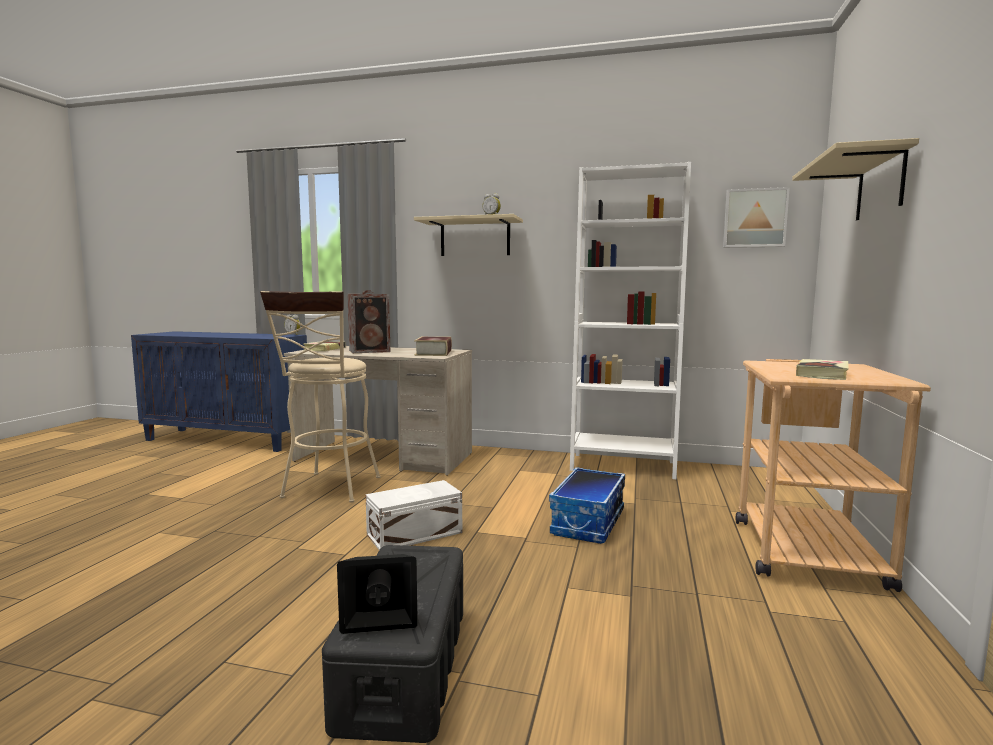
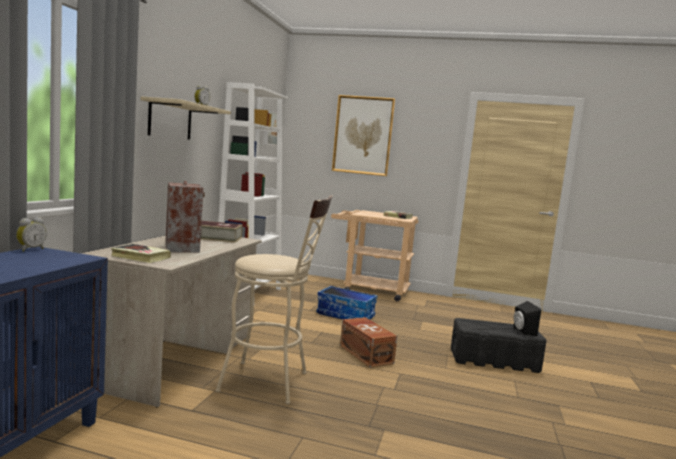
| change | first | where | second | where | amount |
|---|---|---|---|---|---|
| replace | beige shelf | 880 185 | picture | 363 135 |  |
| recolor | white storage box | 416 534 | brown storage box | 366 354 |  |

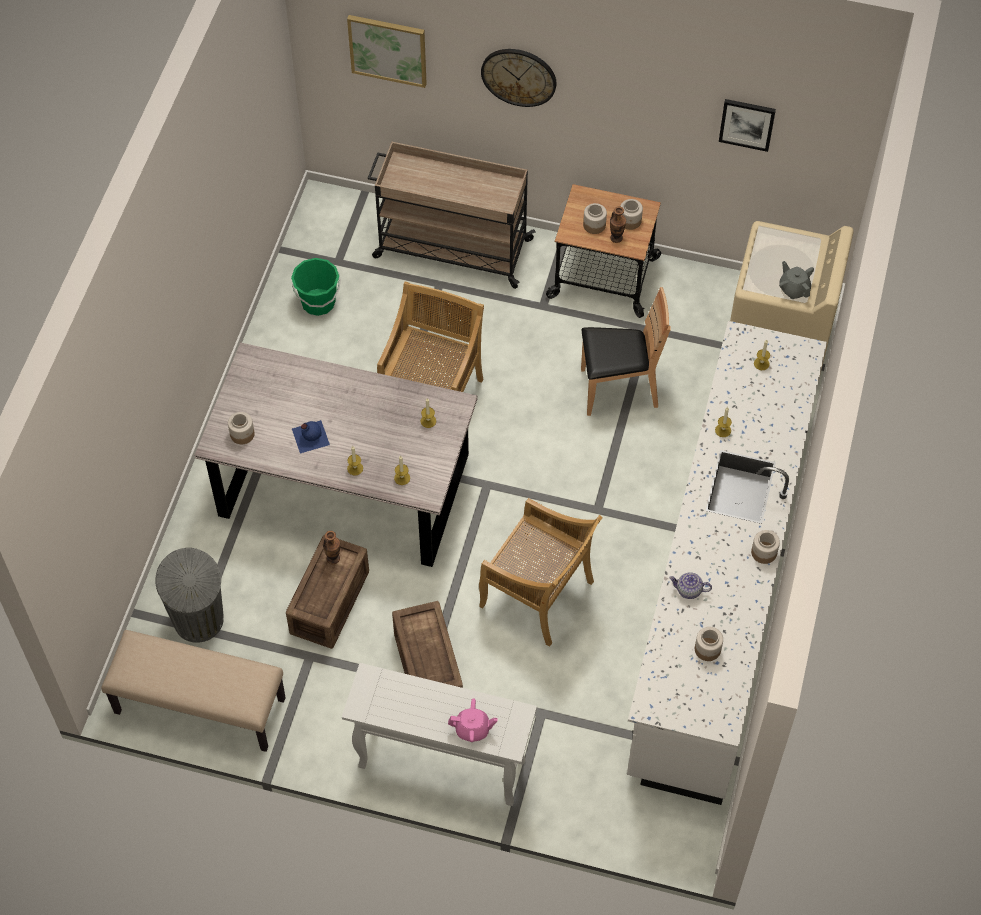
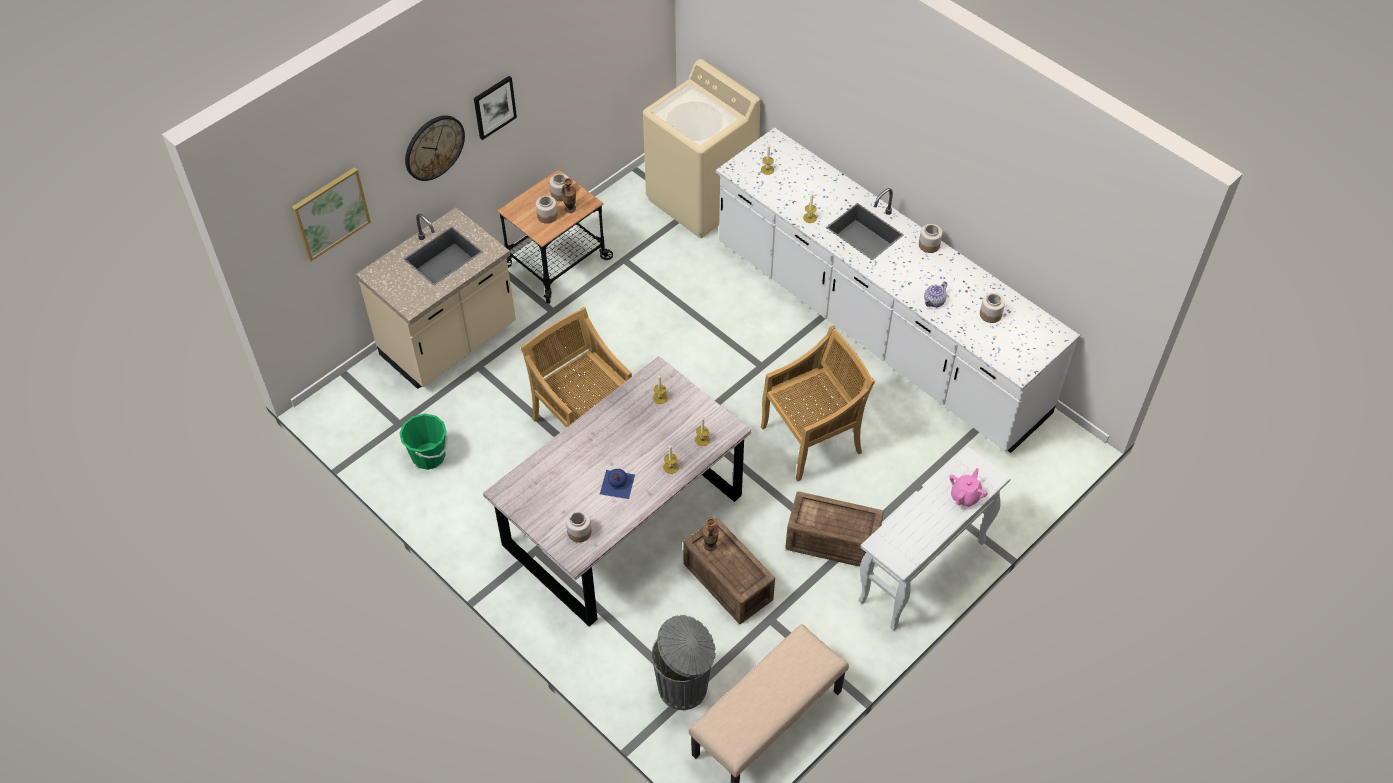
| change | first | where | second | where | amount |
|---|---|---|---|---|---|
| delete | brown chair | 618 389 |  |  |  |
| delete | grey teapot | 794 289 |  |  |  |
| move | picture | 747 124 |  | 494 107 |  |
| replace | beige cart | 451 248 | beige counter | 449 343 |  |

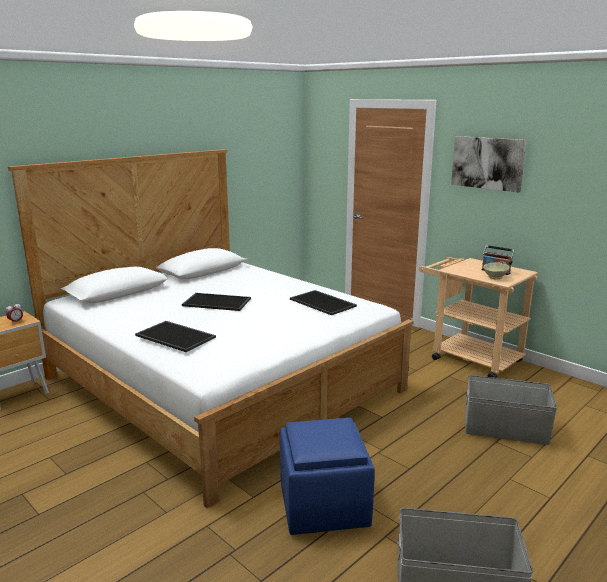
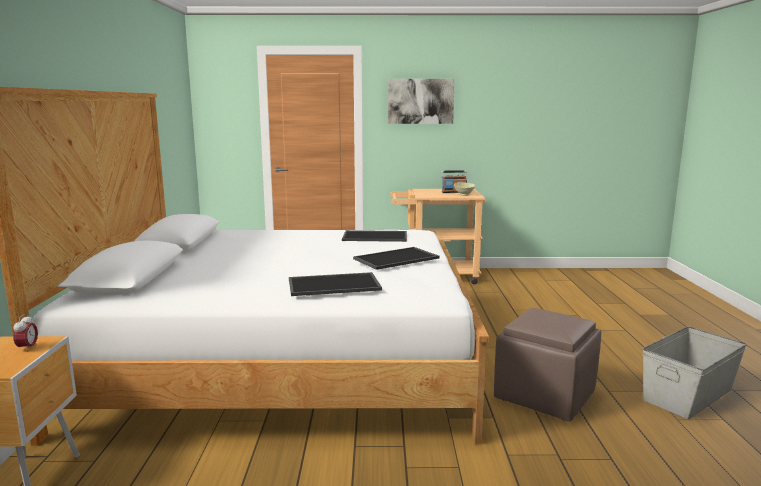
| change | first | where | second | where | amount |
|---|---|---|---|---|---|
| delete | grey storage box | 504 428 |  |  |  |
| move | tray | 215 302 |  | 396 259 |  |
| recolor | blue ottoman | 322 505 | brown ottoman | 543 396 |  |

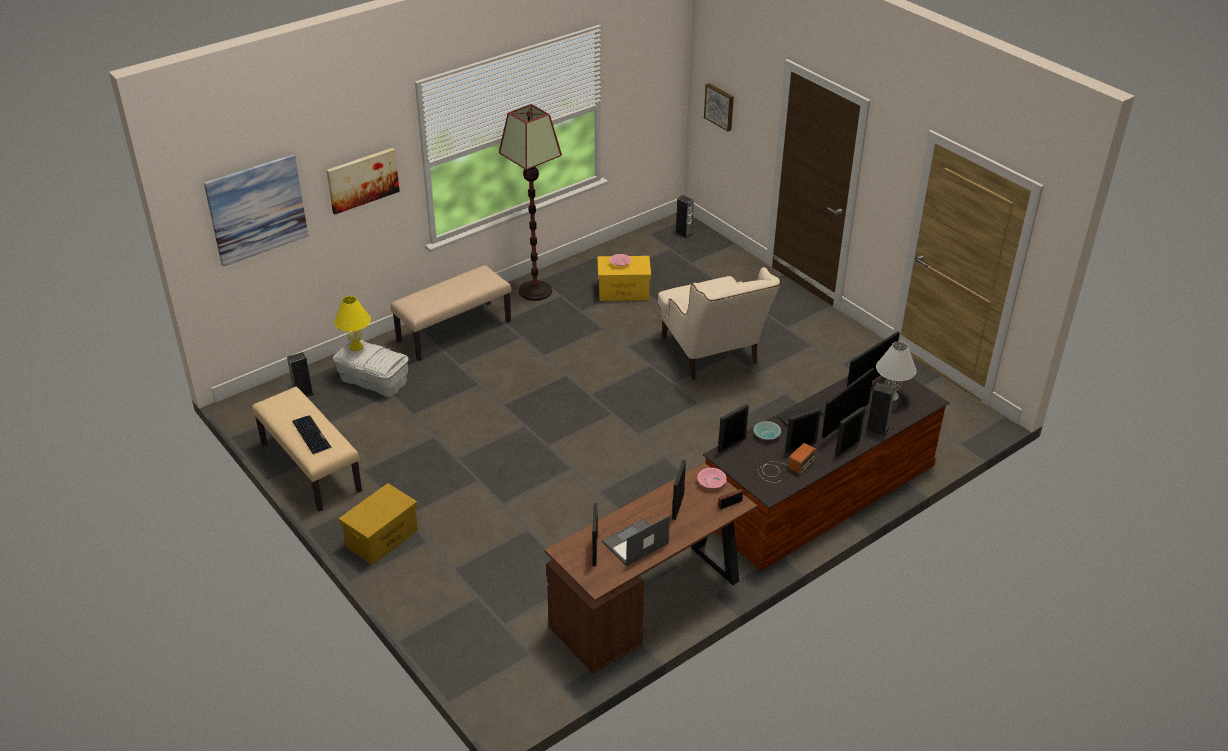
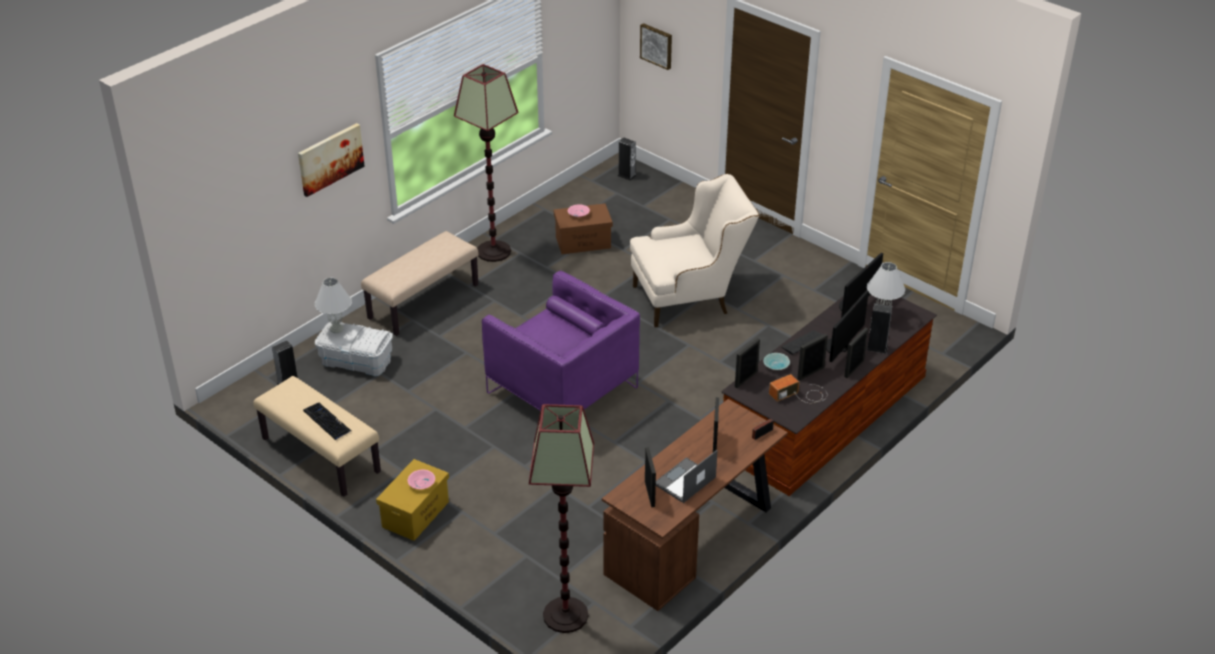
| change | first | where | second | where | amount |
|---|---|---|---|---|---|
| delete | picture | 257 209 |  |  |  |
| insert |  |  | purple armchair | 562 391 |  |
| insert |  |  | floor lamp | 565 615 |  |
| move | pink bowl | 712 482 |  | 422 483 |  |
| recolor | yellow table lamp | 356 347 | white table lamp | 336 329 |  |
| recolor | yellow storage box | 624 291 | brown storage box | 583 242 |  |
| rotate | beige armchair | 713 357 |  | 690 297 | 75 degrees counterclockwise |
| rotate | radio | 784 468 |  | 800 395 | 150 degrees counterclockwise |

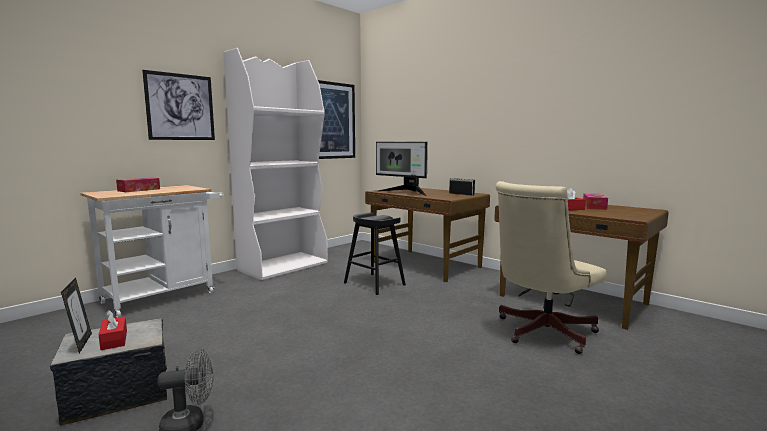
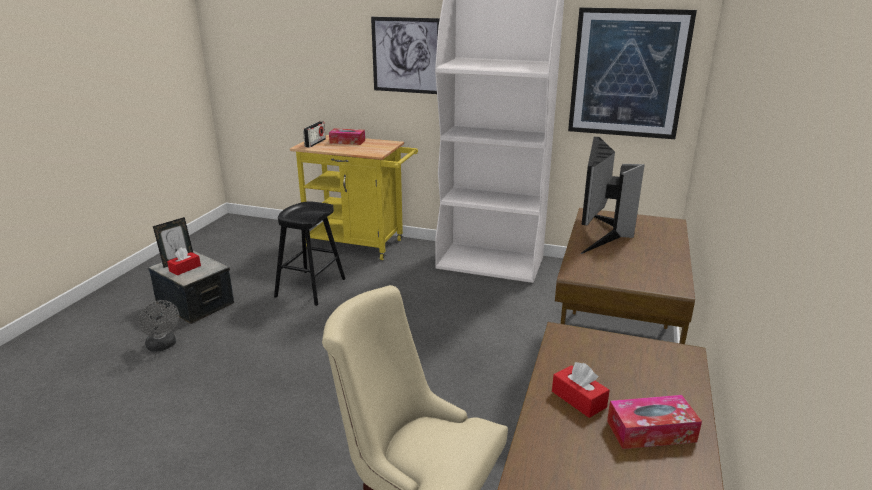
| change | first | where | second | where | amount |
|---|---|---|---|---|---|
| move | black stool | 374 284 |  | 310 288 |  |
| move | radio | 461 194 |  | 315 143 |  |
| recolor | white cart | 165 295 | yellow cart | 360 245 |  |

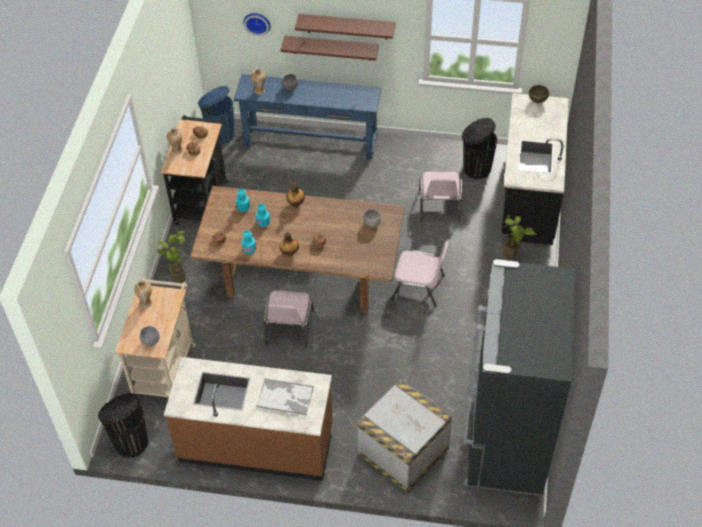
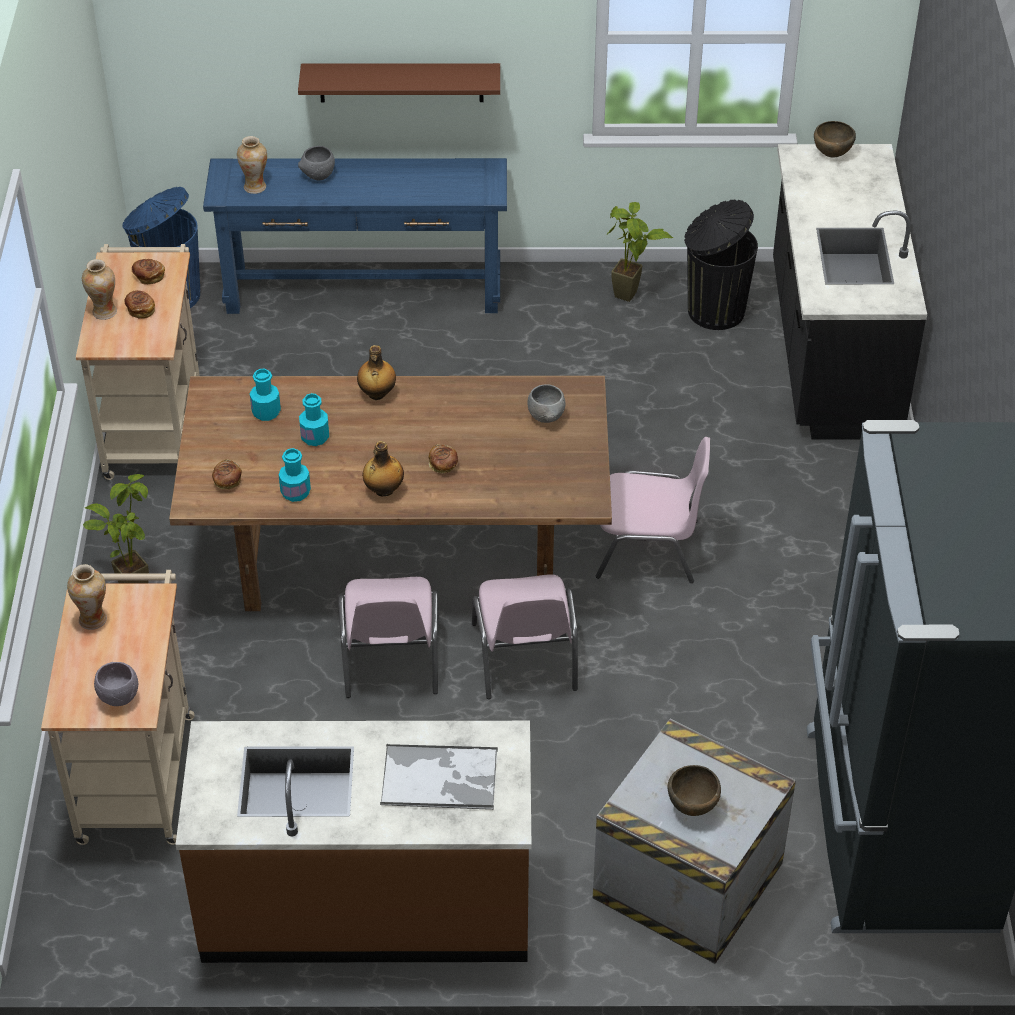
| change | first | where | second | where | amount |
|---|---|---|---|---|---|
| delete | black trash can | 130 441 |  |  |  |
| delete | wall clock | 257 22 |  |  |  |
| delete | brown shelf | 347 26 |  |  |  |
| insert |  |  | brown bowl | 693 807 |  |
| move | pink chair | 439 206 |  | 525 658 |  |
| move | potted plant | 513 259 |  | 632 299 |  |
| recolor | black cart | 202 199 | beige cart | 155 423 |  |

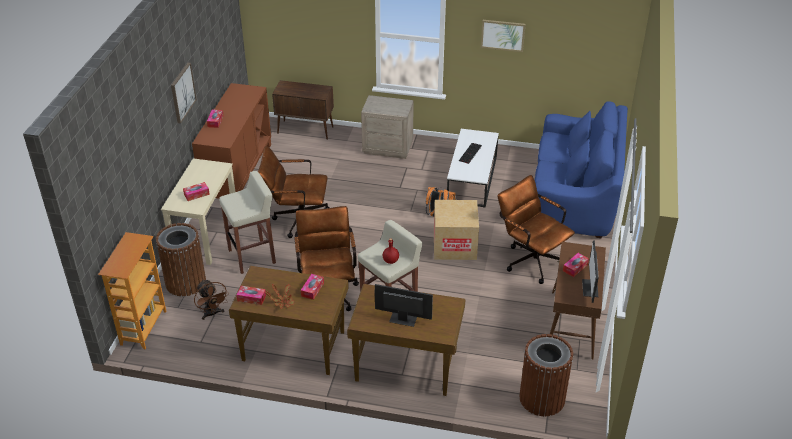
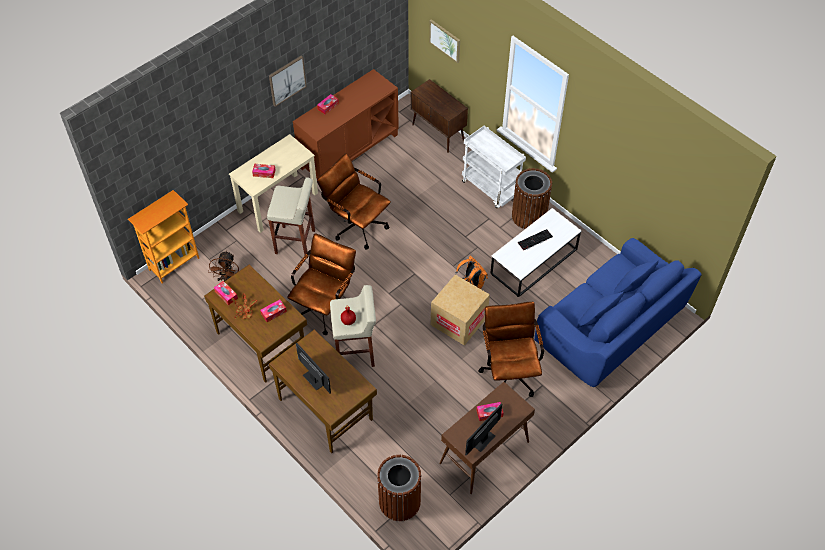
| change | first | where | second | where | amount |
|---|---|---|---|---|---|
| move | brown trash can | 185 282 |  | 529 216 |  |
| move | picture | 503 35 |  | 445 40 |  |
| replace | beige nightstand | 388 147 | white cart | 491 188 |  |

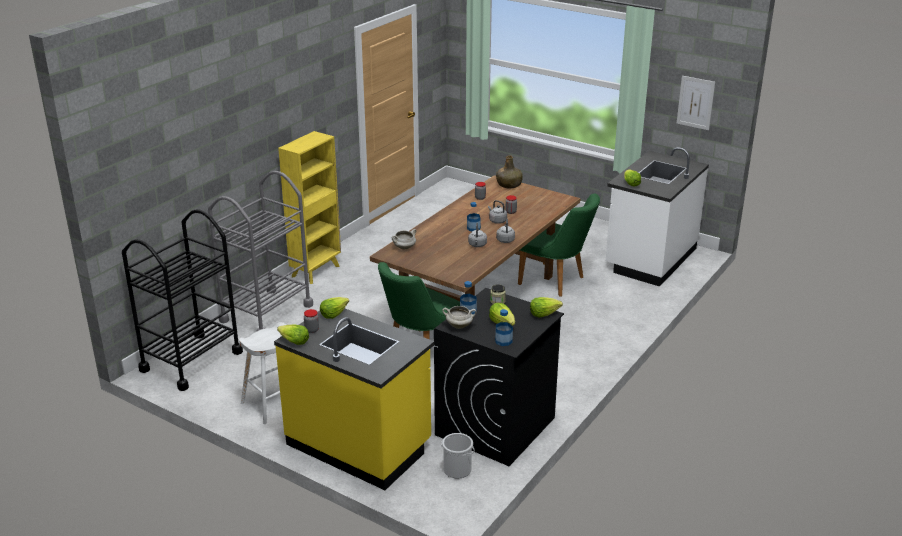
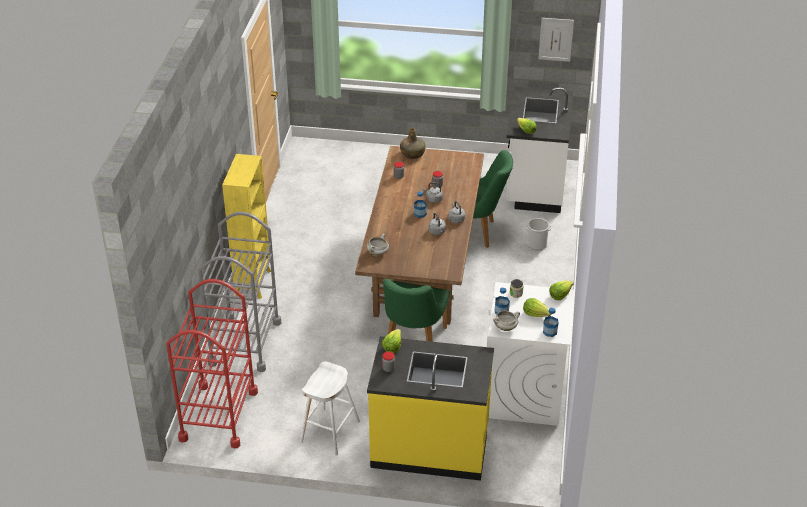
| change | first | where | second | where | amount |
|---|---|---|---|---|---|
| delete | lettuce | 294 341 |  |  |  |
| move | bucket | 457 469 |  | 536 244 |  |
| recolor | black cart | 191 361 | red cart | 218 415 |  |
| recolor | black washing machine | 495 427 | white washing machine | 523 393 |  |

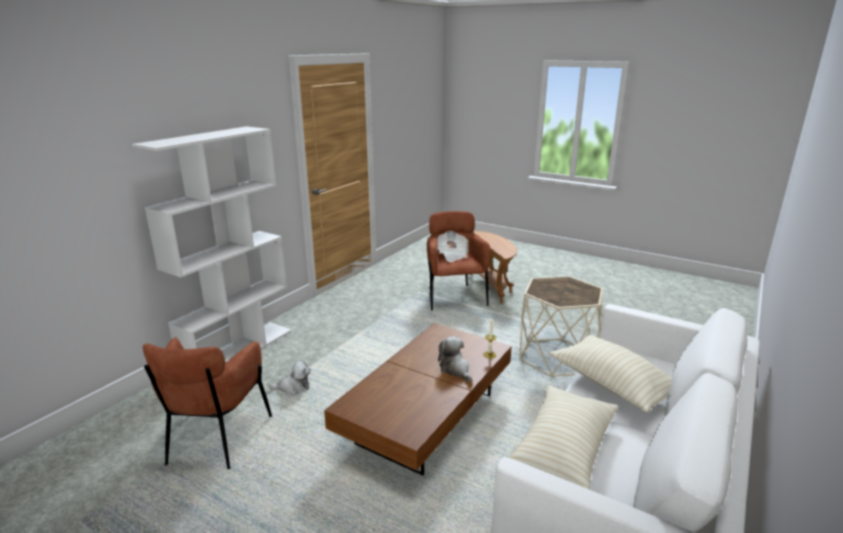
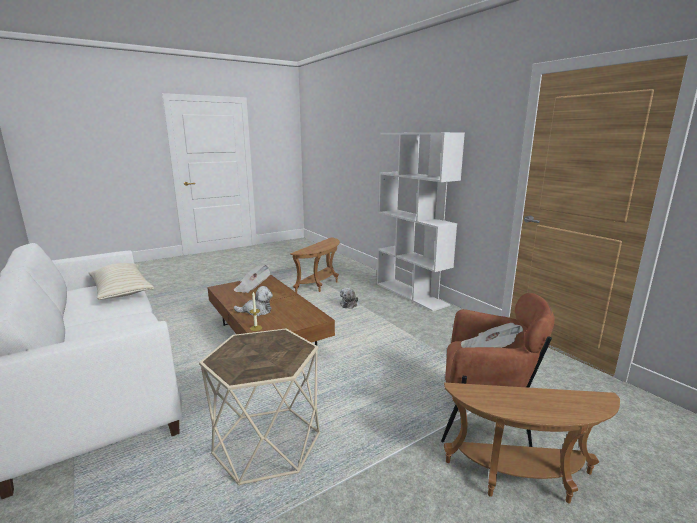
| change | first | where | second | where | amount |
|---|---|---|---|---|---|
| delete | beige pillow | 612 384 |  |  |  |
| insert |  |  | newspaper | 252 288 |  |
| replace | brown armchair | 215 438 | brown side table | 321 285 |  |

